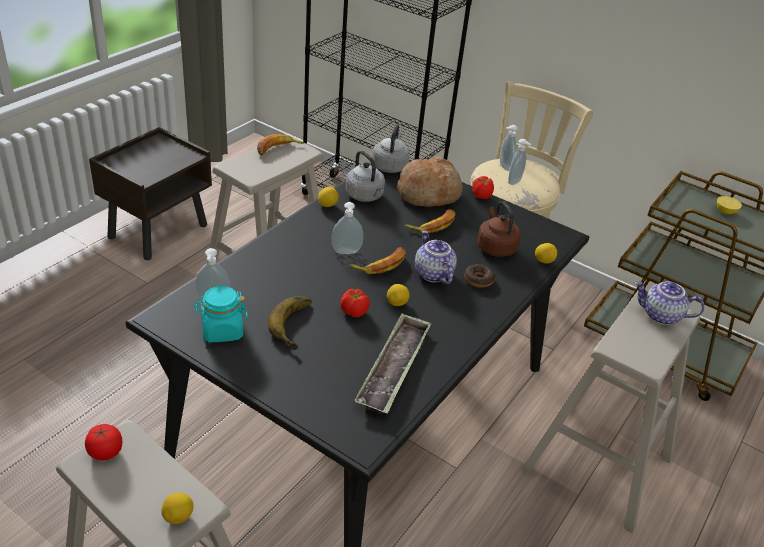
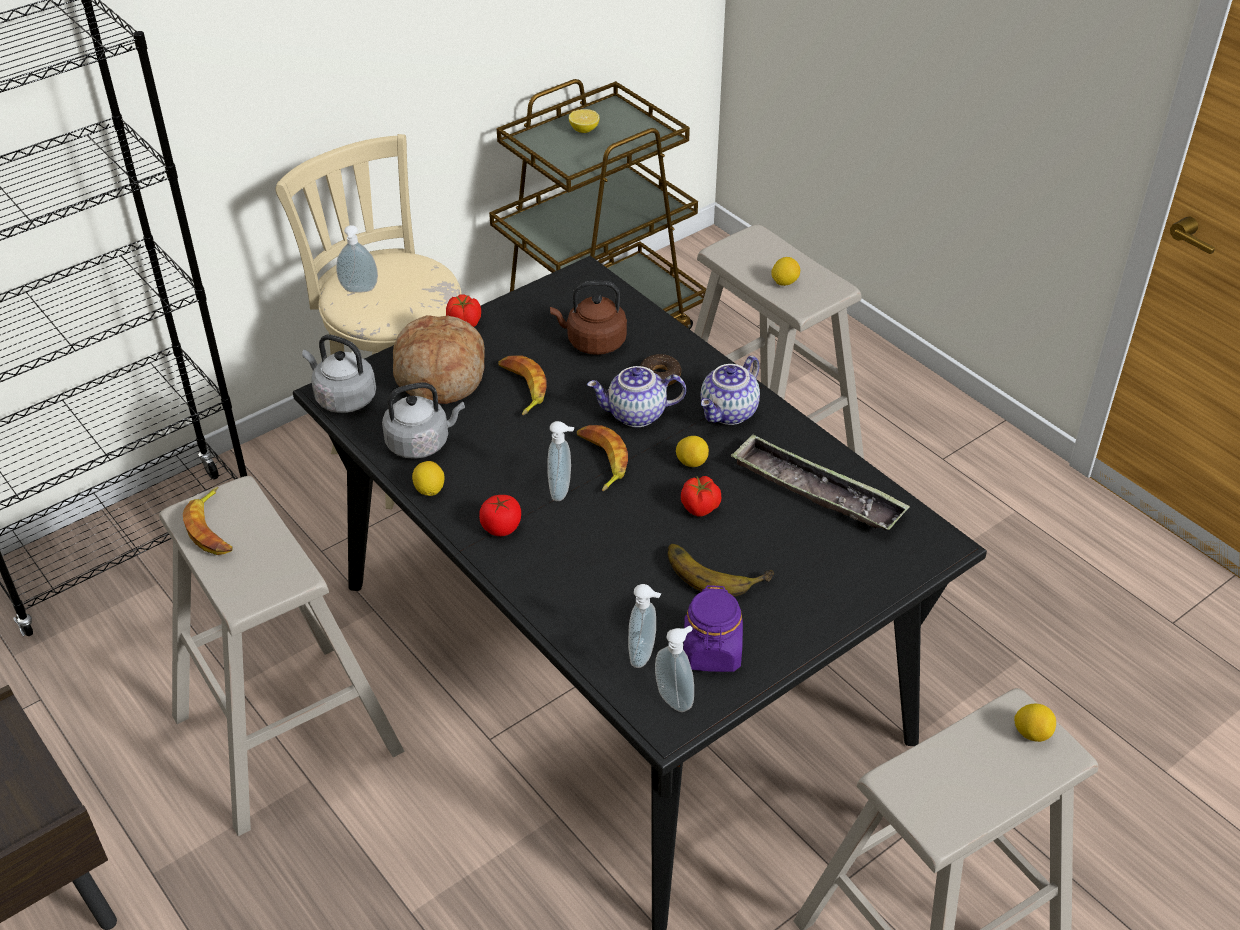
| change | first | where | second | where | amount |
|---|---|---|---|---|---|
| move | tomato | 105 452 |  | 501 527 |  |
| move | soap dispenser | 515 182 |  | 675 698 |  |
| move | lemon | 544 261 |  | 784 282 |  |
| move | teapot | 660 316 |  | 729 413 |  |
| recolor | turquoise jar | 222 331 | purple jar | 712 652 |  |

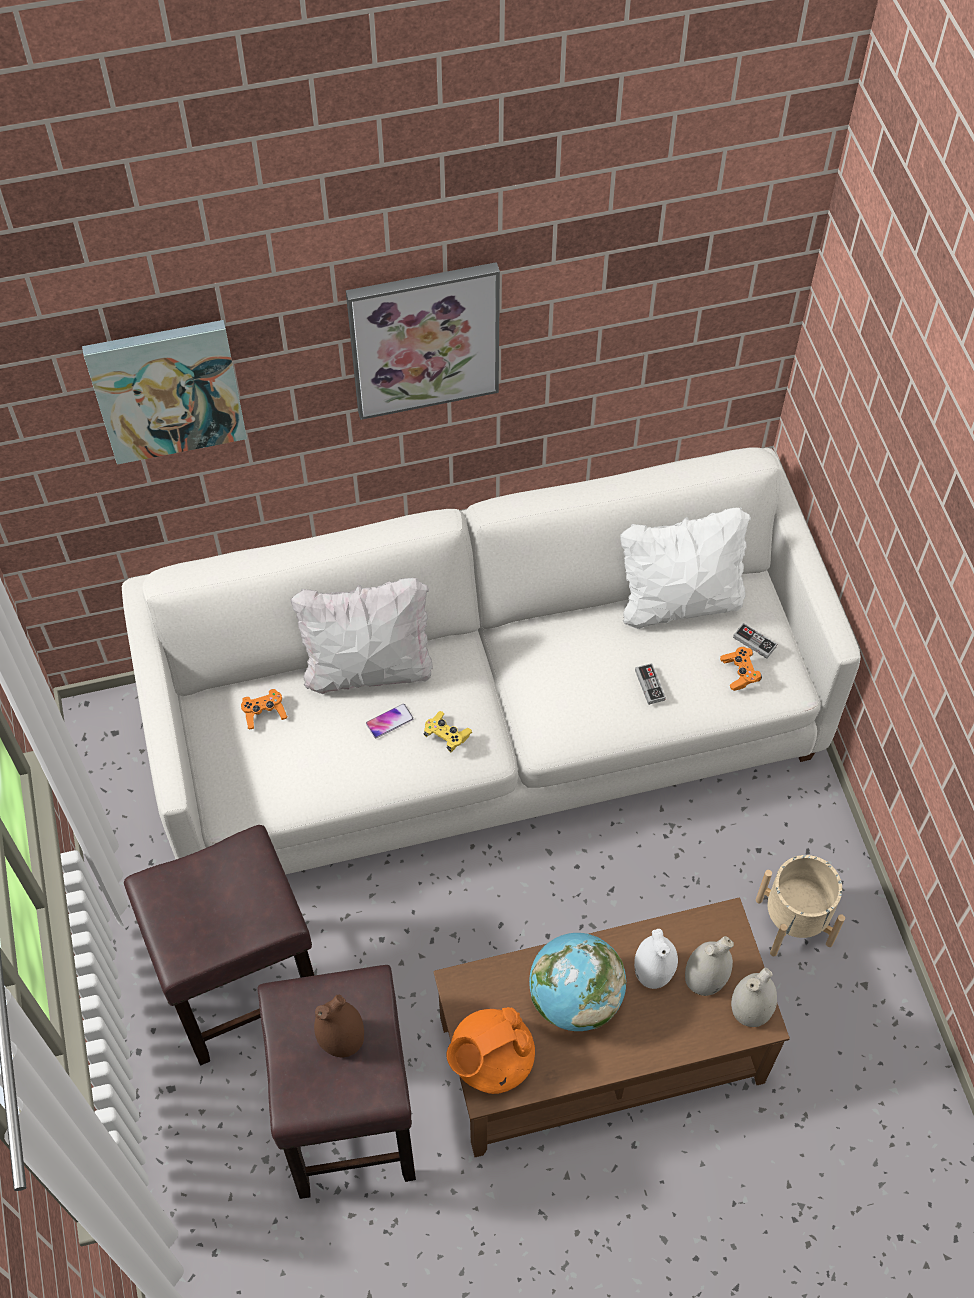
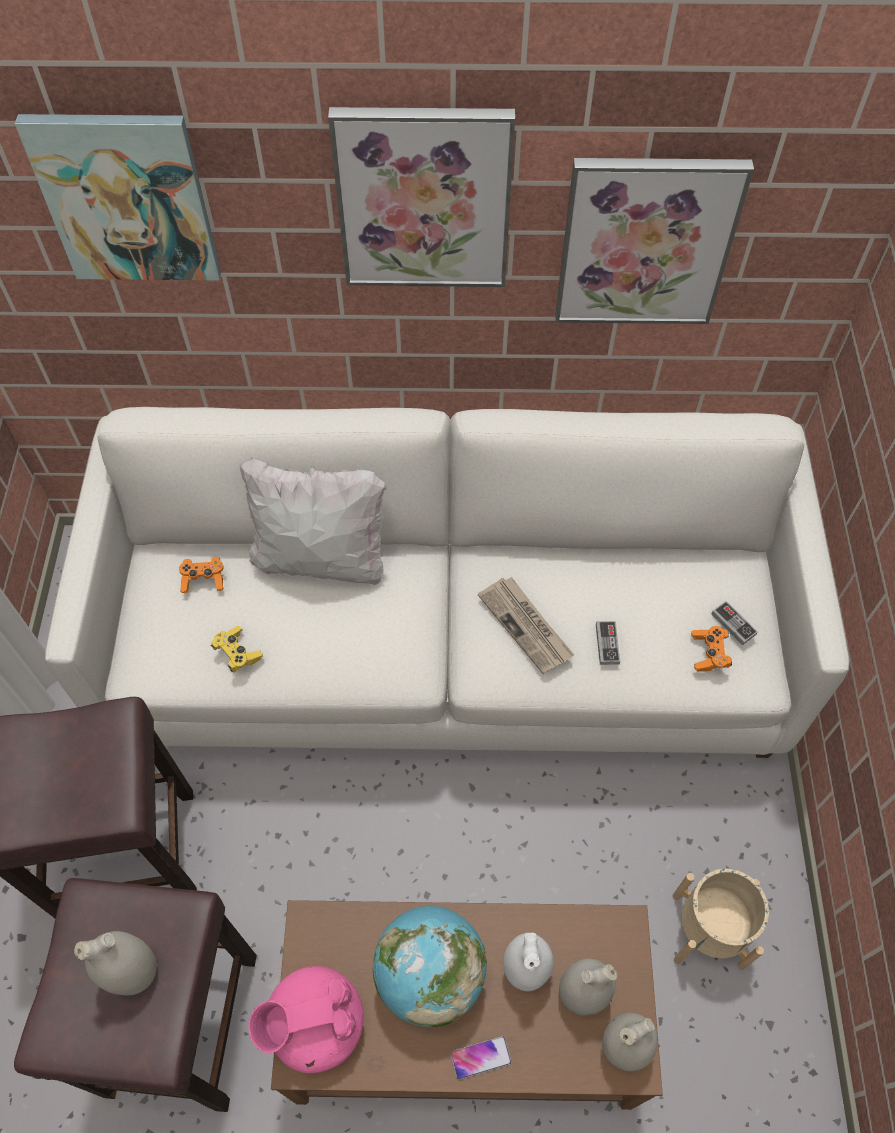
| change | first | where | second | where | amount |
|---|---|---|---|---|---|
| delete | white pillow | 679 603 |  |  |  |
| insert |  |  | newspaper | 526 626 |  |
| insert |  |  | picture | 645 242 |  |
| move | phone | 389 721 |  | 480 1057 |  |
| move | yellow game controller | 446 735 |  | 237 653 |  |
| recolor | brown vase | 341 1039 | white vase | 130 970 |  |
| recolor | orange teapot | 490 1060 | pink teapot | 315 1024 |  |

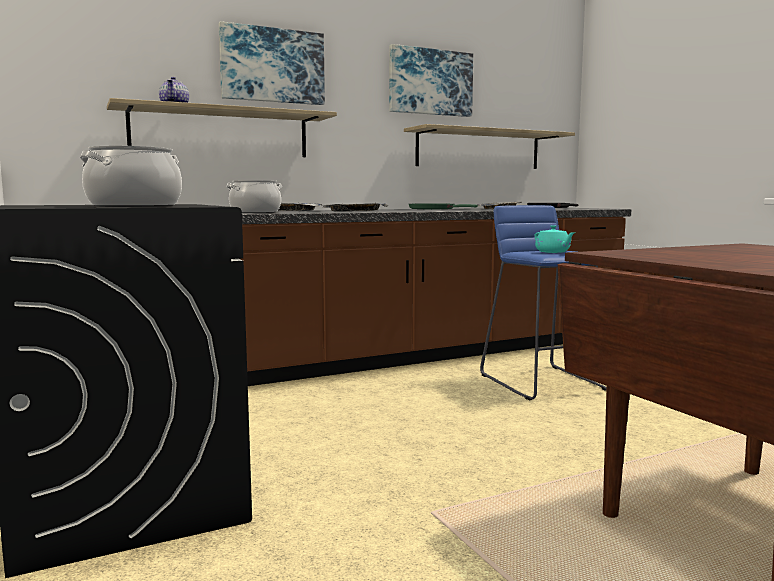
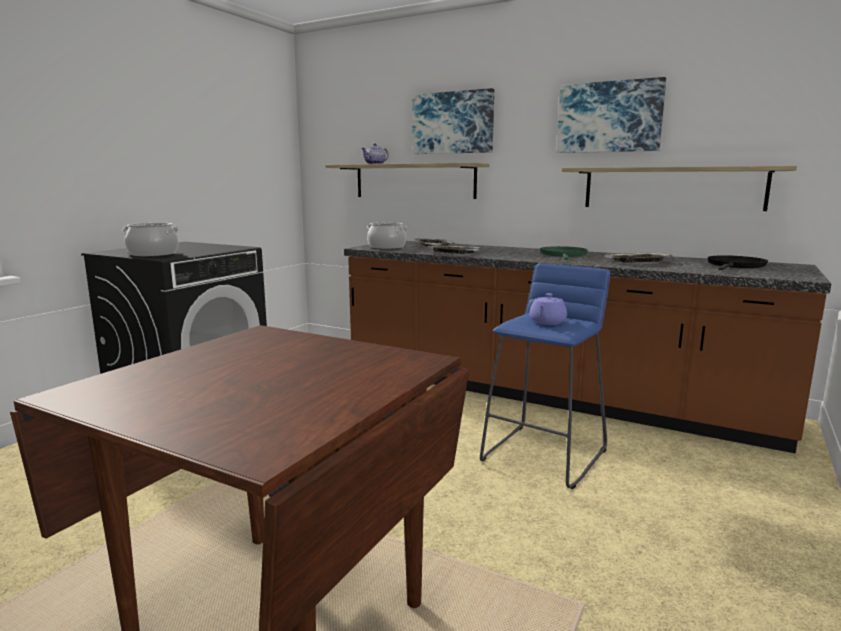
| change | first | where | second | where | amount |
|---|---|---|---|---|---|
| recolor | turquoise teapot | 553 252 | purple teapot | 547 322 |  |

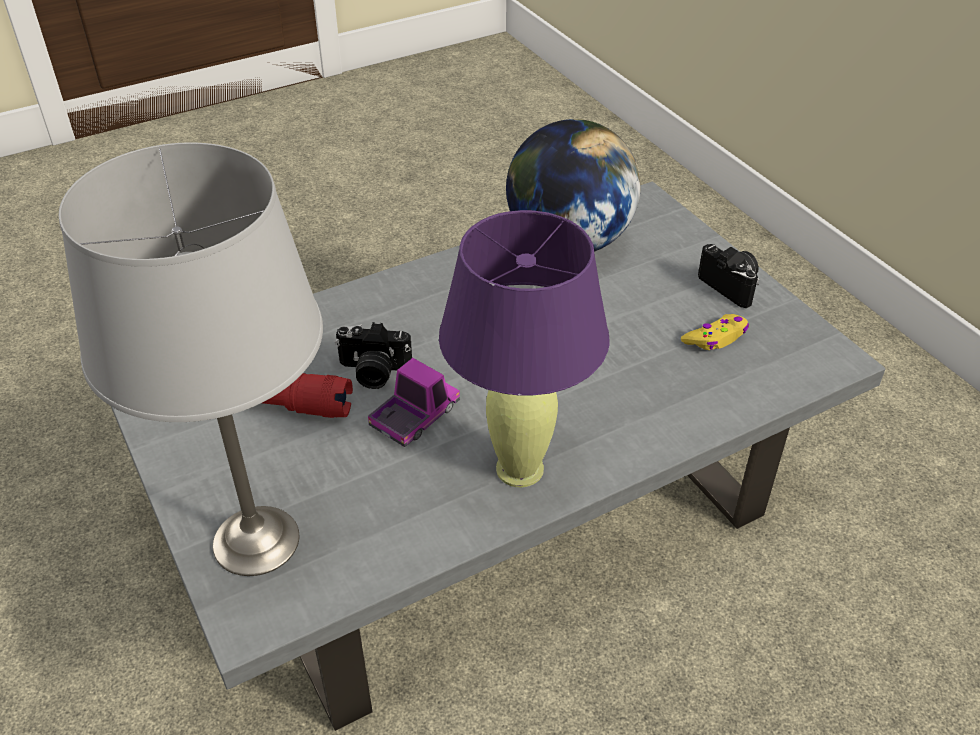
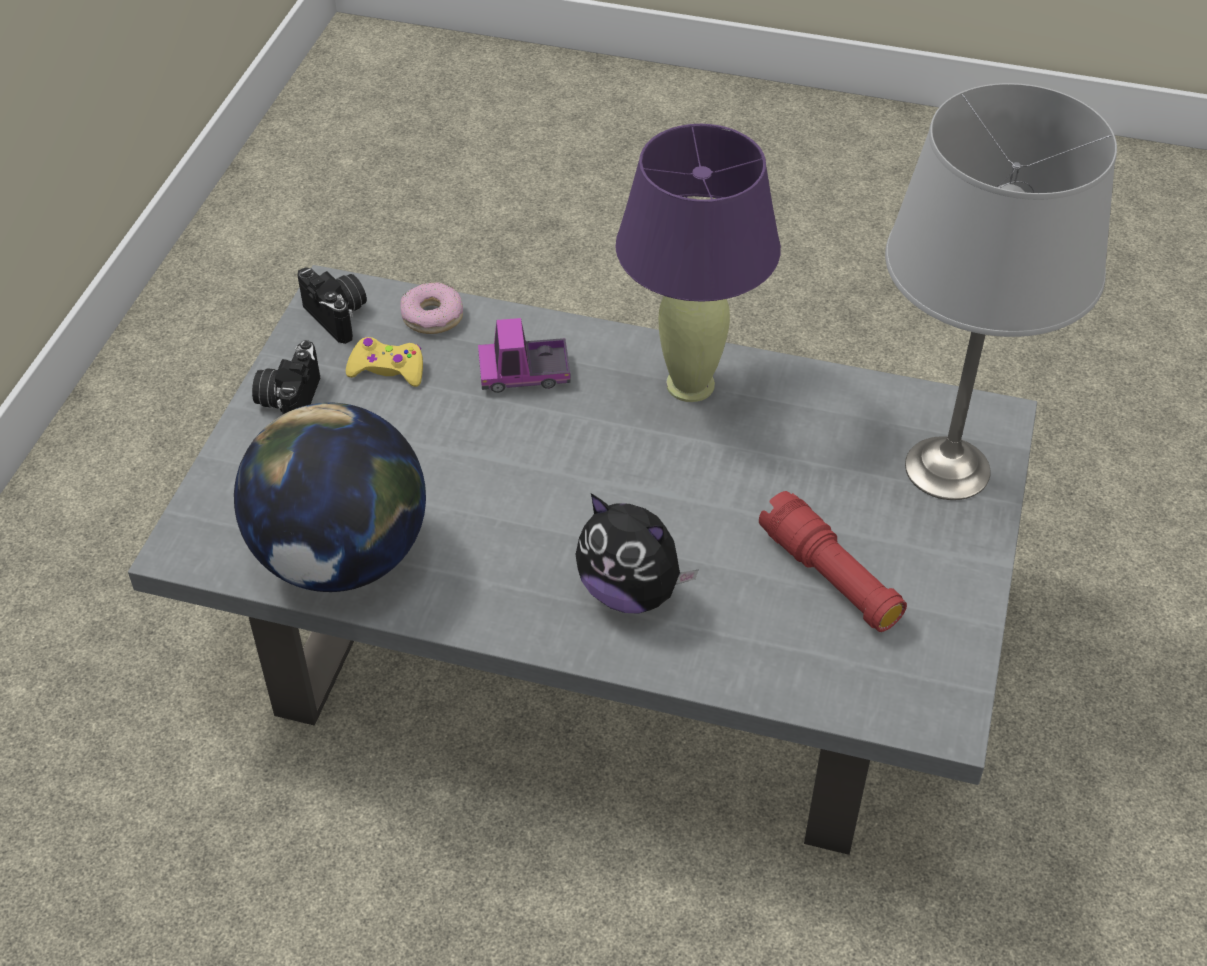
| change | first | where | second | where | amount |
|---|---|---|---|---|---|
| insert |  |  | donut | 432 316 |  |
| insert |  |  | plush toy | 631 591 |  |
| move | photo camera | 373 372 |  | 339 315 |  |
| move | toy truck | 415 417 |  | 524 374 |  |

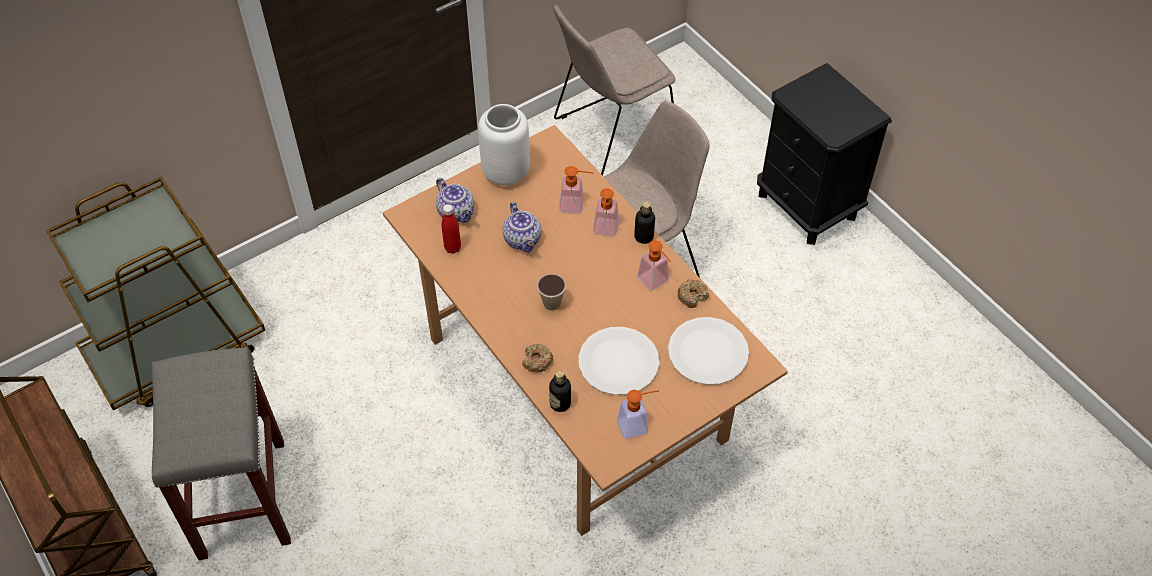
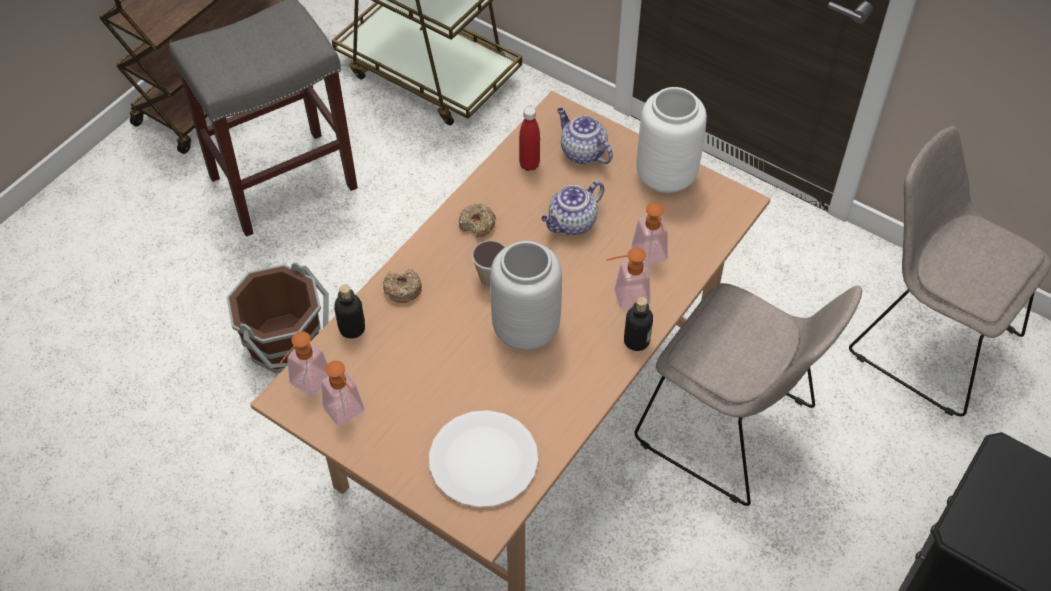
| change | first | where | second | where | amount |
|---|---|---|---|---|---|
| delete | white plate | 618 362 |  |  |  |
| insert |  |  | brown bucket | 286 343 |  |
| insert |  |  | grey vase | 524 329 |  |
| move | soap dispenser | 656 282 |  | 306 385 |  |
| move | donut | 692 296 |  | 477 224 |  |
| rotate | teapot | 457 213 |  | 582 152 | 105 degrees clockwise |

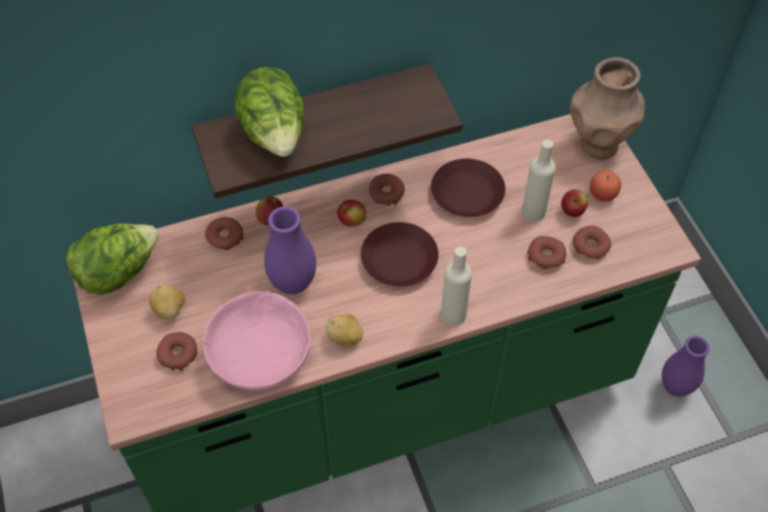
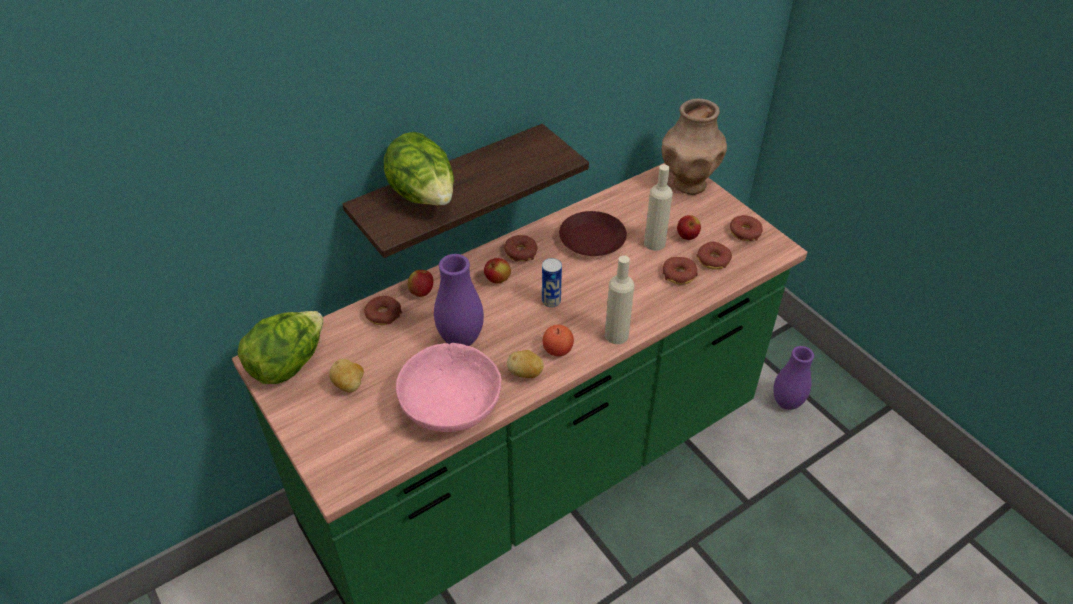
| change | first | where | second | where | amount |
|---|---|---|---|---|---|
| move | donut | 178 354 |  | 745 232 |  |
| move | apple | 602 194 |  | 557 349 |  |
| replace | brown plate | 399 258 | can | 551 301 |  |

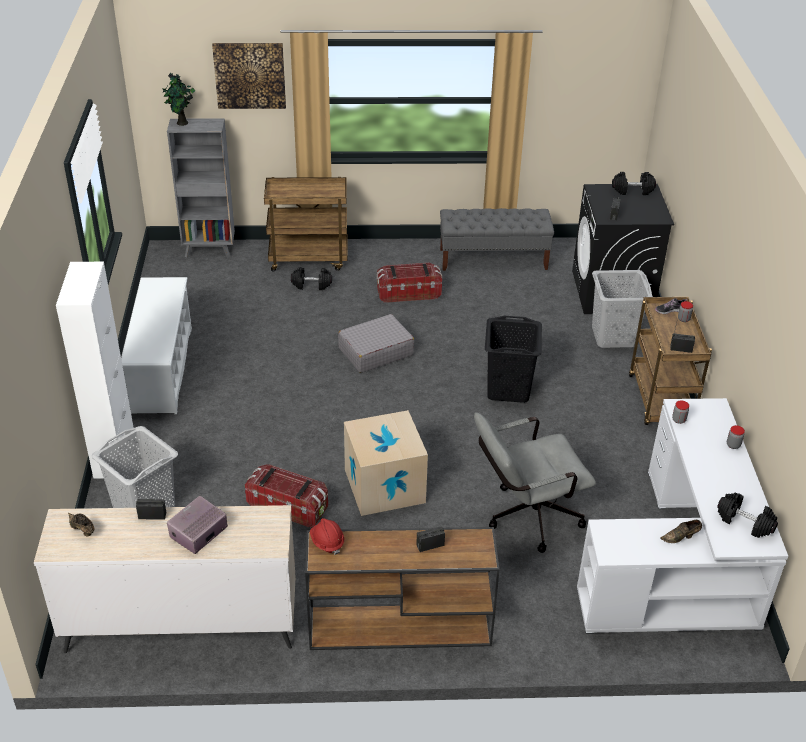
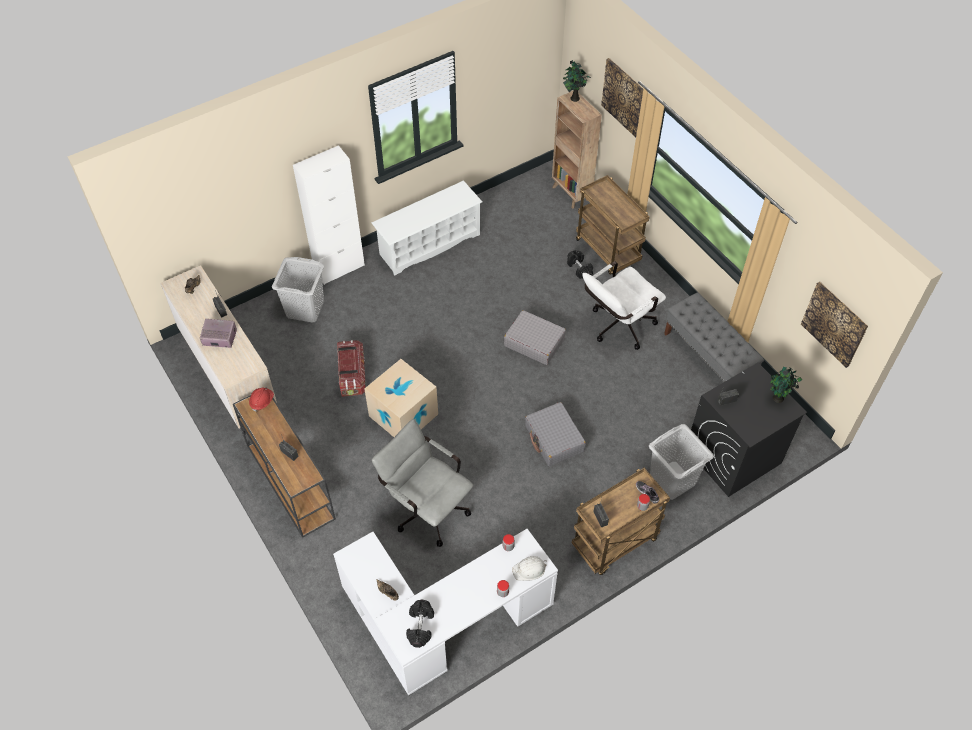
| change | first | where | second | where | amount |
|---|---|---|---|---|---|
| insert |  |  | white hard hat | 529 569 |  |
| insert |  |  | picture | 834 324 |  |
| replace | storage box | 408 293 | white office chair | 617 327 |  |
| replace | black laundry basket | 508 388 | grey suitcase | 554 439 |  |
| replace | black dumbbell | 632 190 | potted plant | 777 399 |  |
| recolor | grey bookcase | 209 250 | brown bookcase | 571 194 |  |

